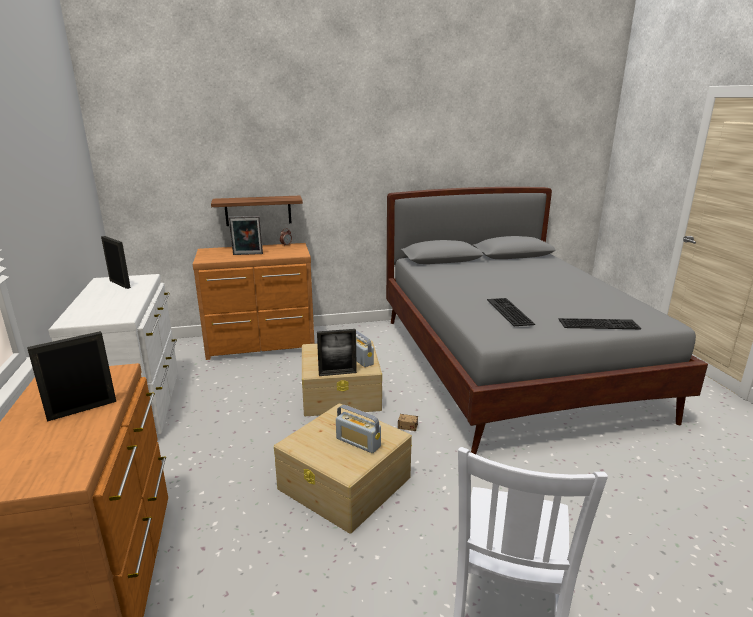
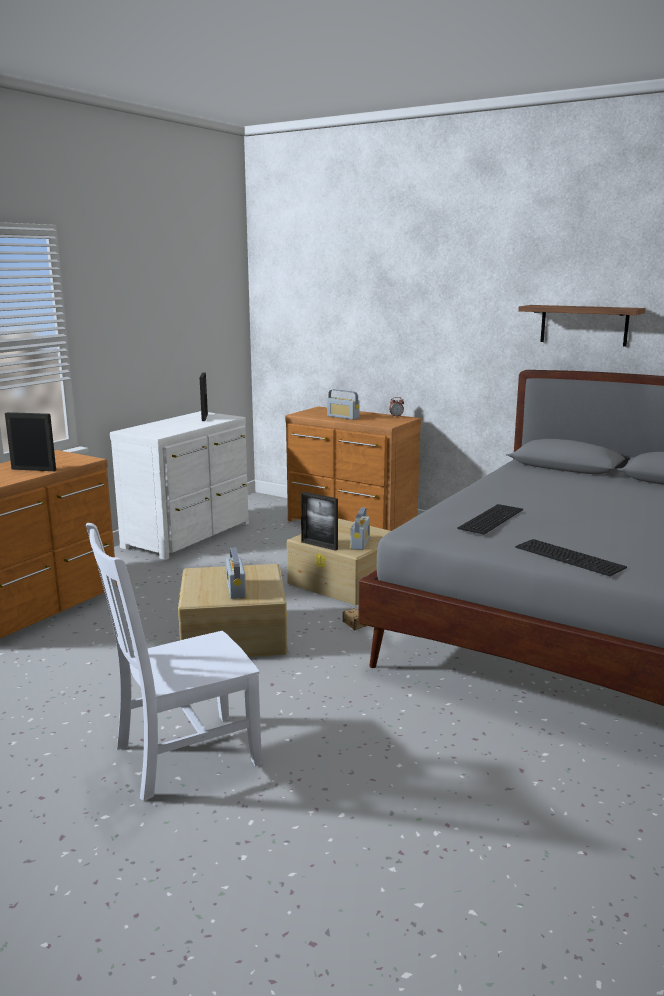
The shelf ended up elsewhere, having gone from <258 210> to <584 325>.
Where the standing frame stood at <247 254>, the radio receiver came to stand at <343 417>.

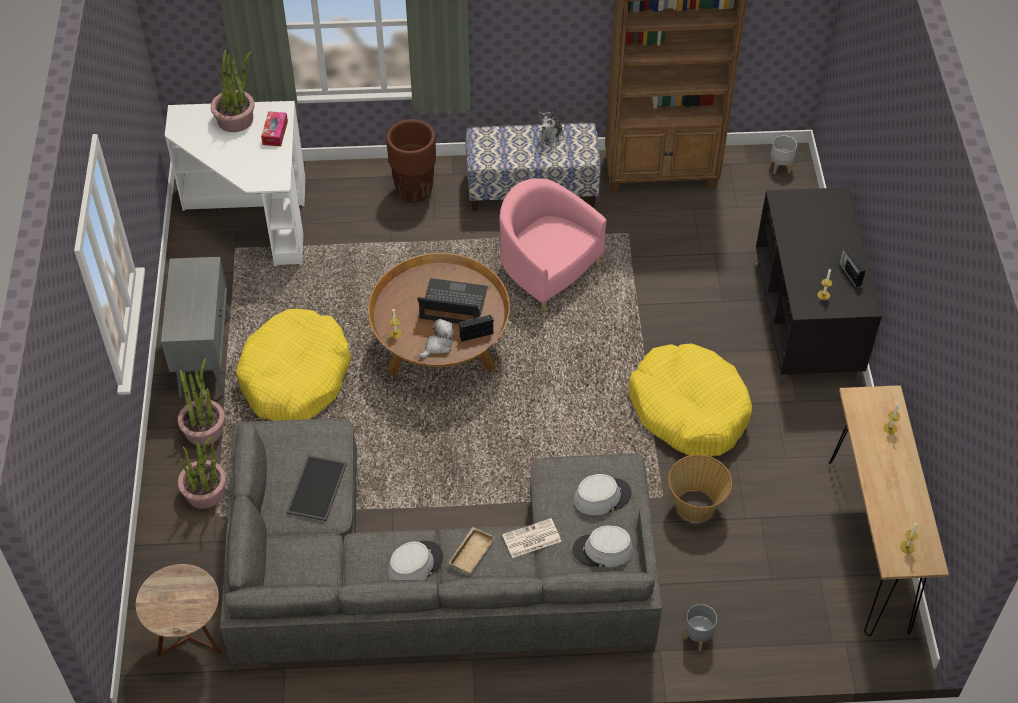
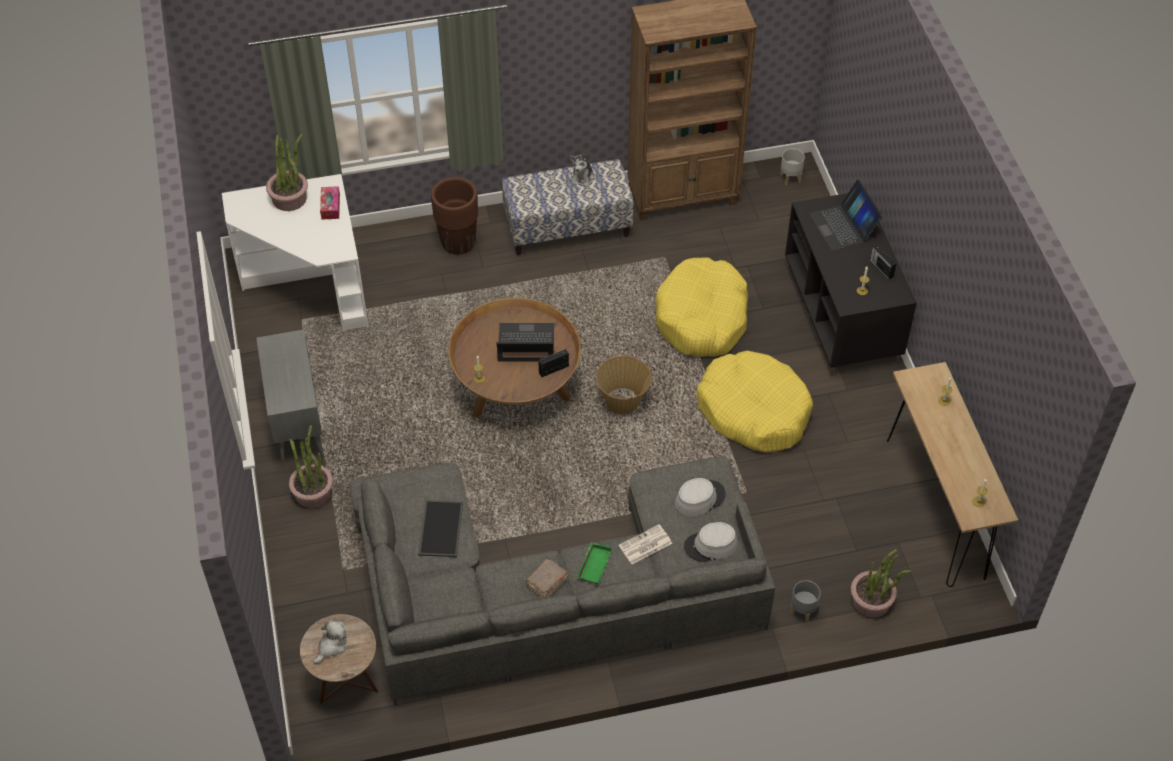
The second view lost the lounge chair/pink at <546 270>.
The second view gained the notebook computer at <843 226>.
The houseplant ended up elsewhere, having gone from <205 492> to <871 601>.
The pet bed/yellowish ended up elsewhere, having gone from <295 377> to <702 318>.
The cuddly toy ended up elsewhere, having gone from <438 345> to <331 646>.
The storage basket ended up elsewhere, having gone from <696 505> to <623 401>.
Where the hat/grey stood at <415 564>, the book/brownish came to stand at <546 583>.
What was the tray/beige at <470 552> turned into the tray/green at <593 565>.

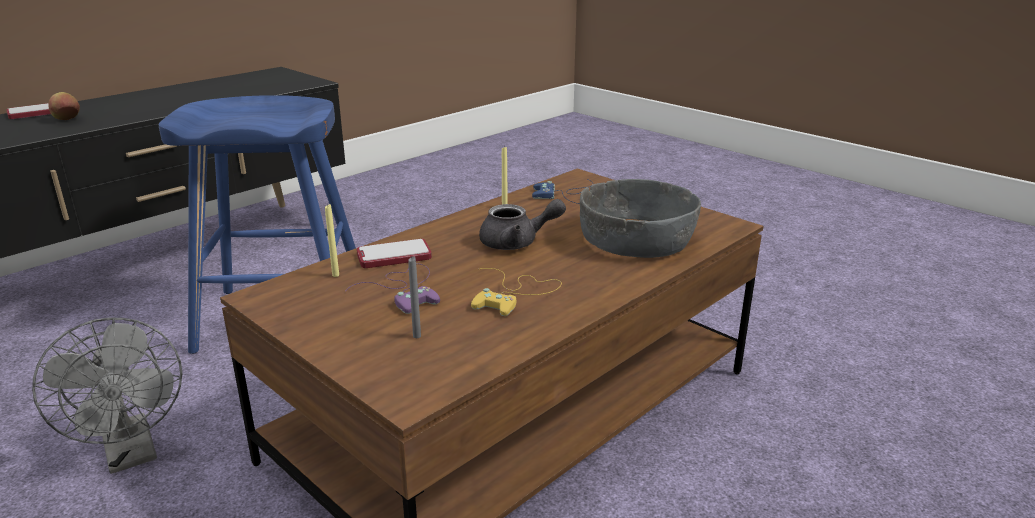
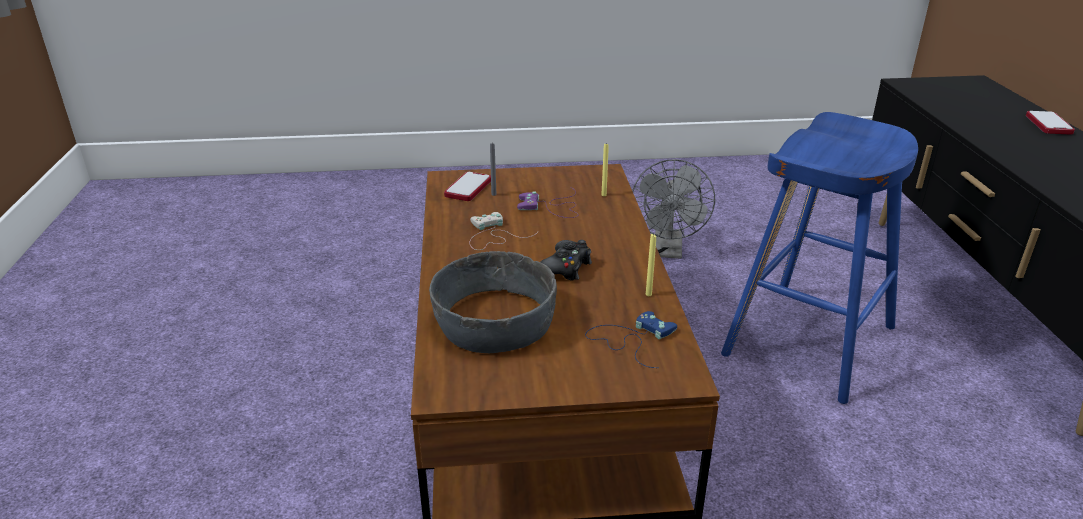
The second view lost the apple fruit at <67 120>.
The handset ended up elsewhere, having gone from <394 256> to <468 188>.
Where the tea pot/grey stood at <517 243>, the joypad/blackish came to stand at <565 268>.
What was the joypad/yellowish at <515 294> turned into the joypad/whitish at <492 235>.
The cooling fan/grey at <132 454> ended up facing another way, 90 degrees counterclockwise from before.

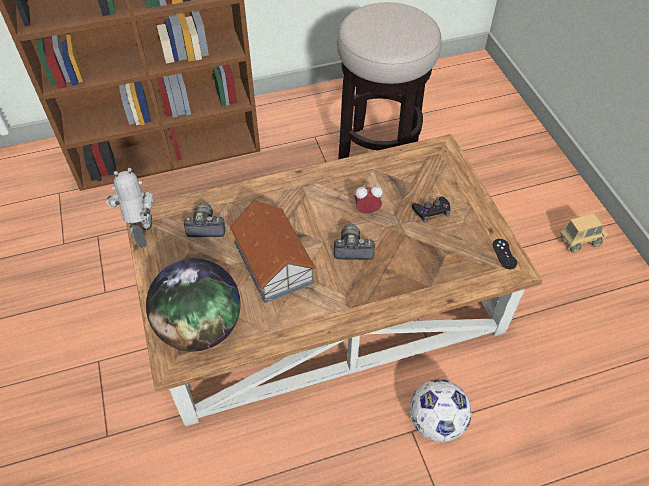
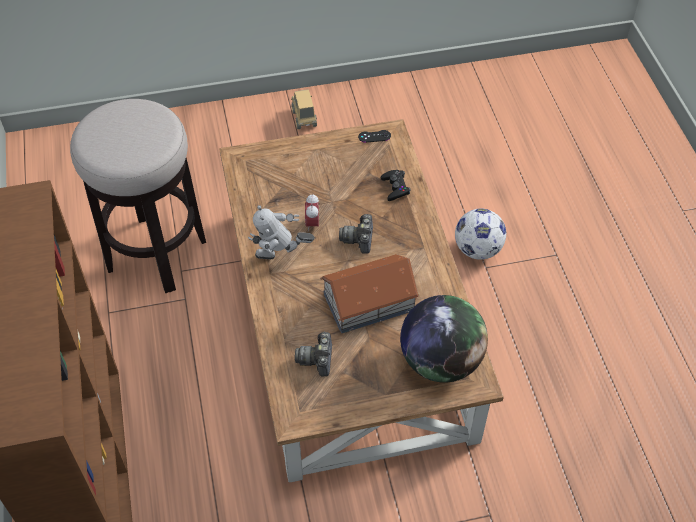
The toy robot ended up elsewhere, having gone from <143 235> to <280 258>.
The joypad/blackish ended up elsewhere, having gone from <431 211> to <395 187>.

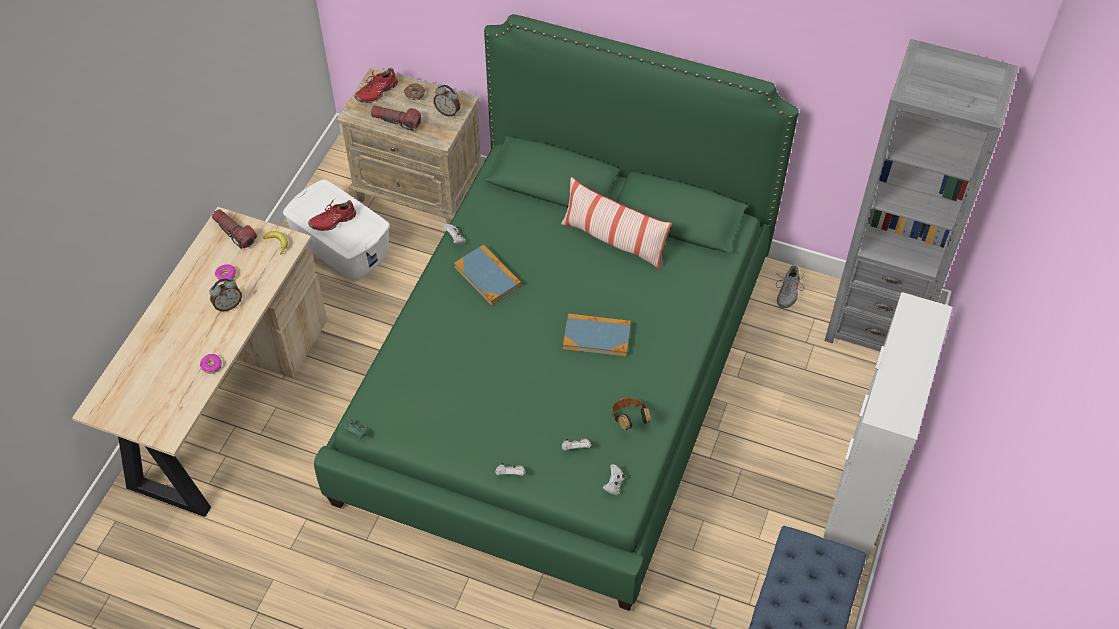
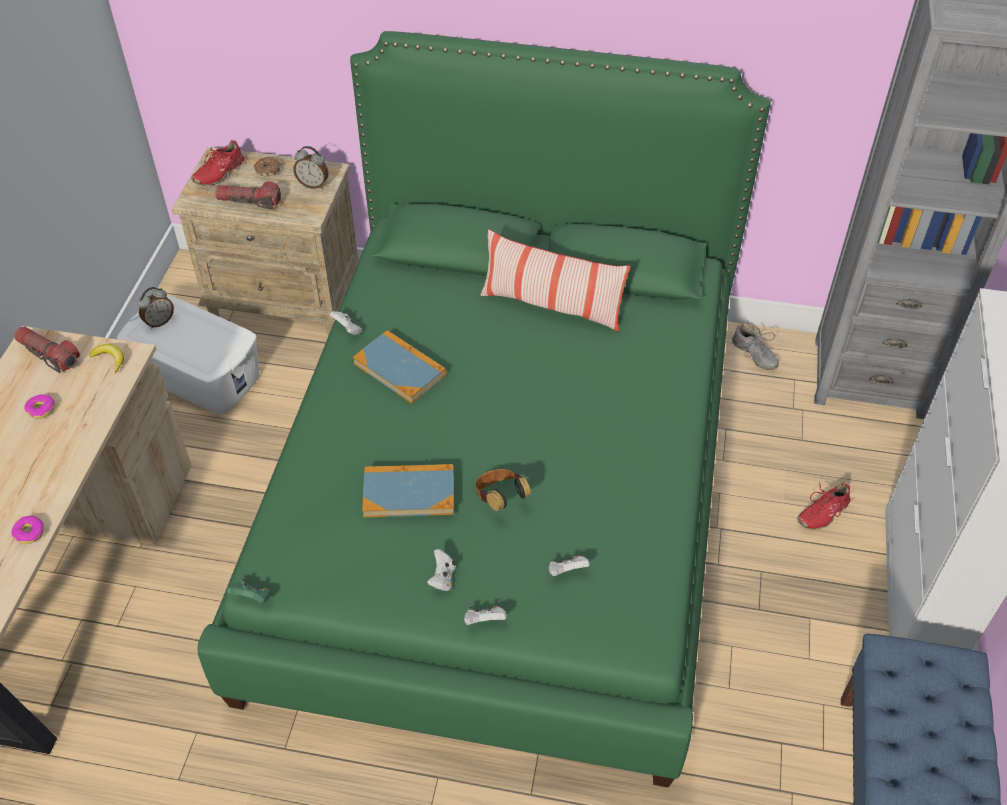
The bedside clock ended up elsewhere, having gone from <228 305> to <159 321>.
The low shoe/red ended up elsewhere, having gone from <333 220> to <822 512>.
The book ended up elsewhere, having gone from <596 336> to <409 493>.
The joypad/whitish ended up elsewhere, having gone from <614 485> to <442 578>.
The pair of headphones ended up elsewhere, having gone from <629 420> to <500 499>.
The low shoe/grey at <787 292> ended up facing another way, 45 degrees counterclockwise from before.

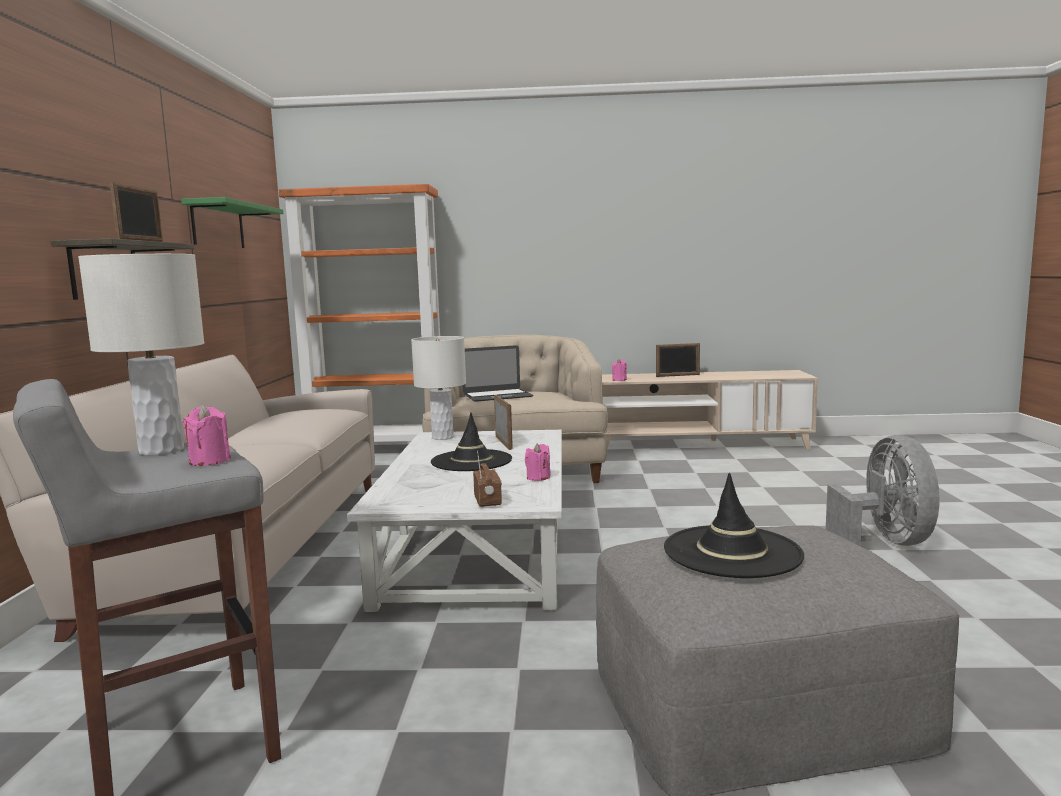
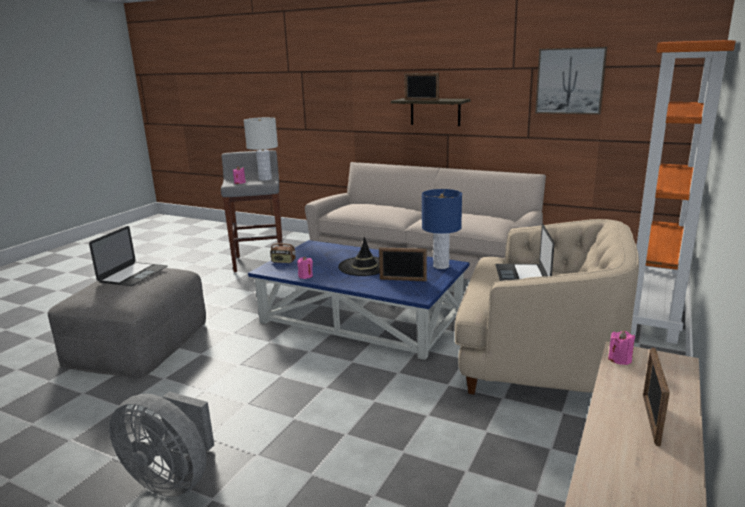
Where the shelf/green hung at <218 225>, the wall picture came to hang at <570 81>.
Where the hat/blackish stood at <732 552>, the notebook computer came to stand at <133 274>.
What was the low table/whitish at <477 546> turned into the low table/blue at <363 318>.
What was the table lamp/whitish at <442 437> turned into the table lamp/blue at <440 266>.

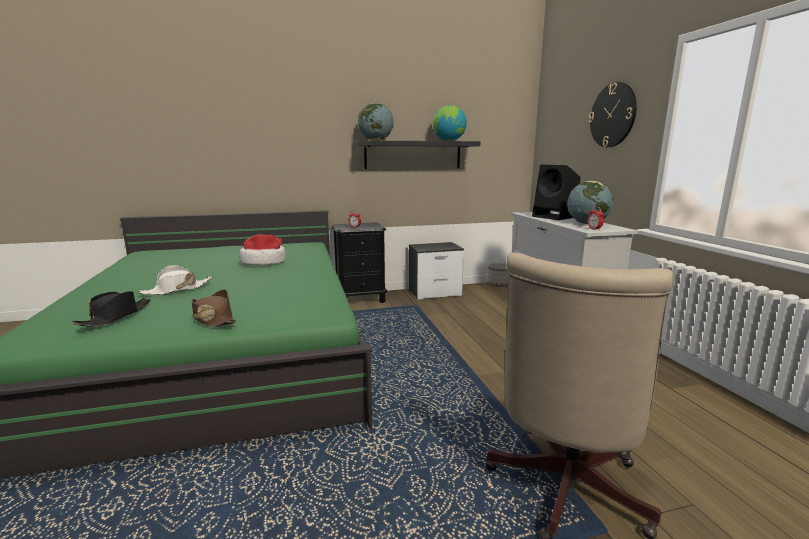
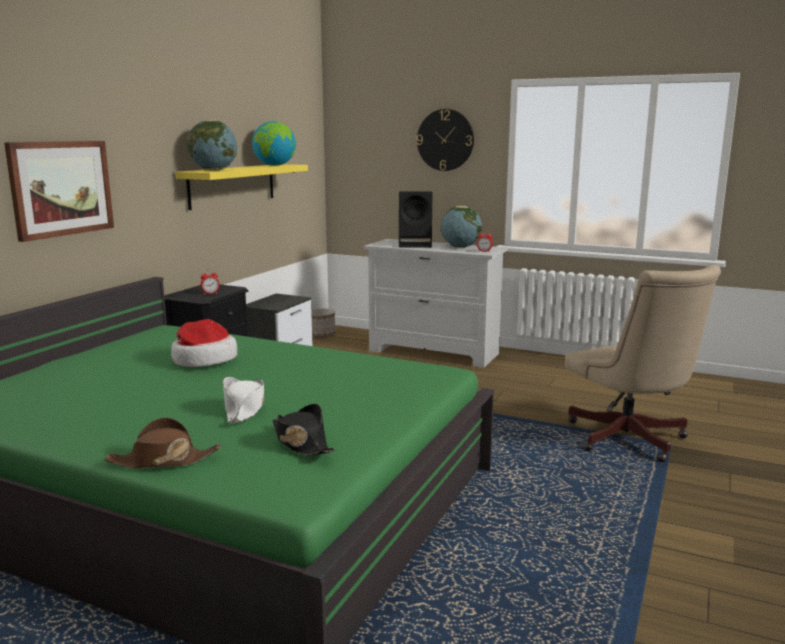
The second view gained the wall picture at <61 188>.
The hat/brownish ended up elsewhere, having gone from <213 319> to <163 460>.
What was the shelf/blackish at <413 155> turned into the shelf/yellowish at <232 185>.

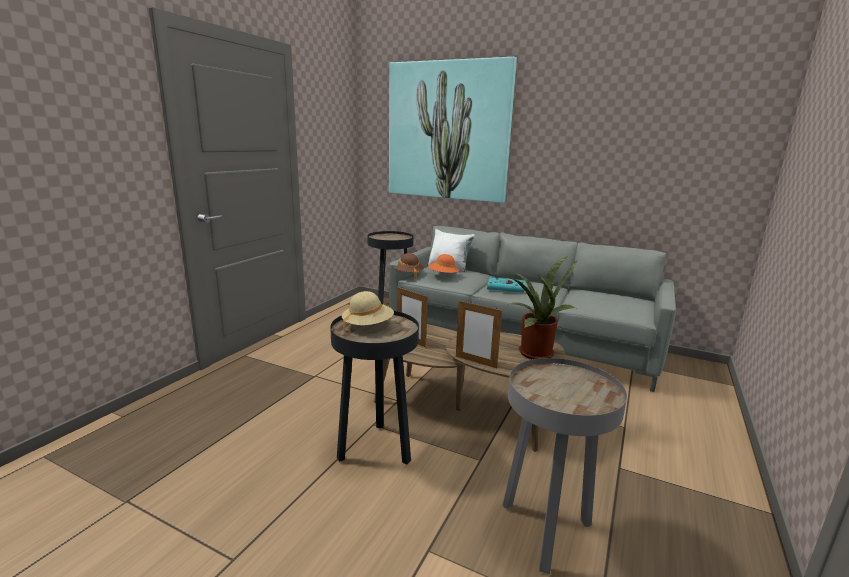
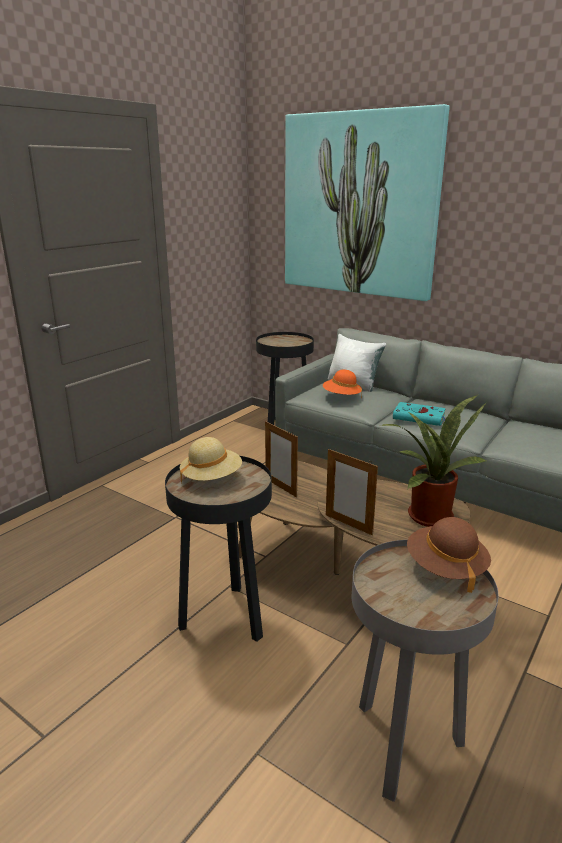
The hat/brownish ended up elsewhere, having gone from <408 274> to <445 568>.

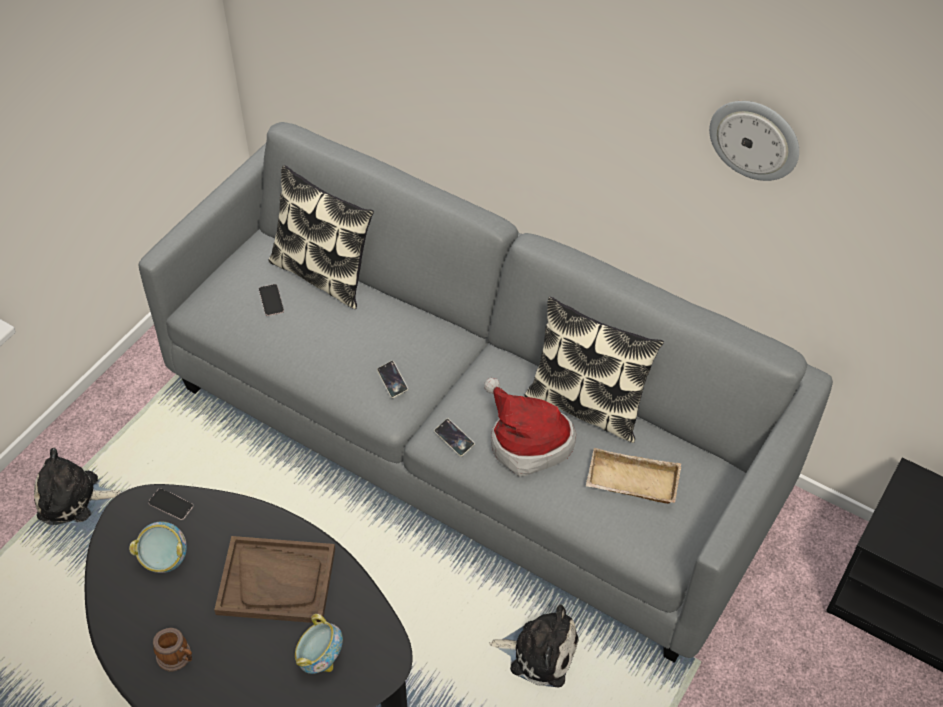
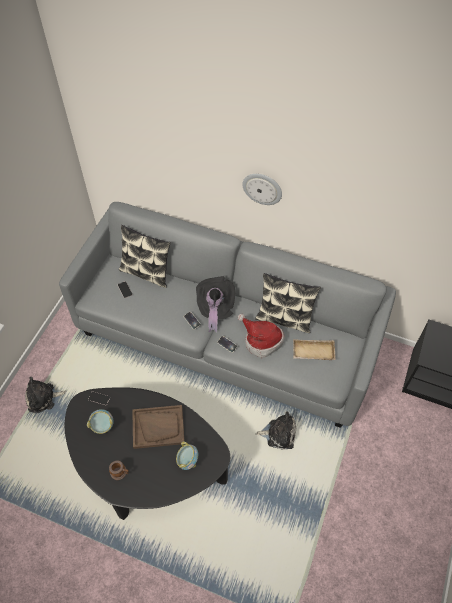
The second view gained the hat/blackish at <215 308>.
The hanging clock ended up elsewhere, having gone from <755 139> to <262 188>.

